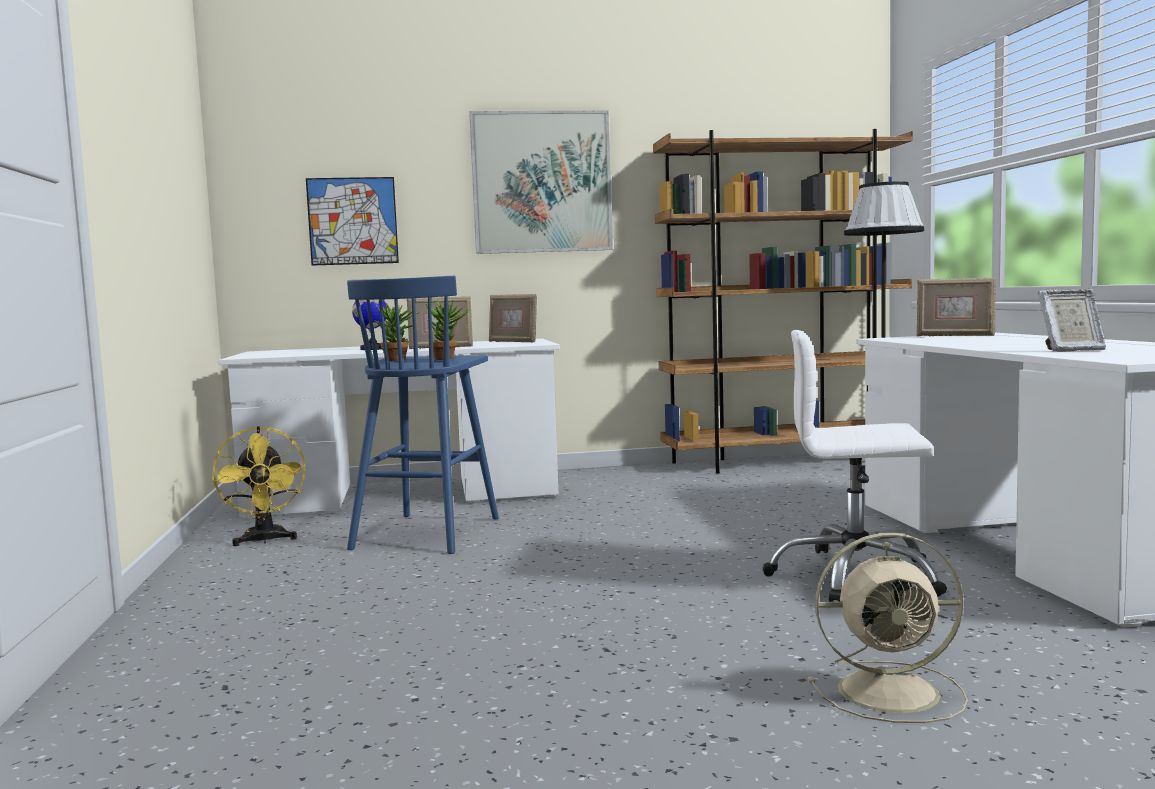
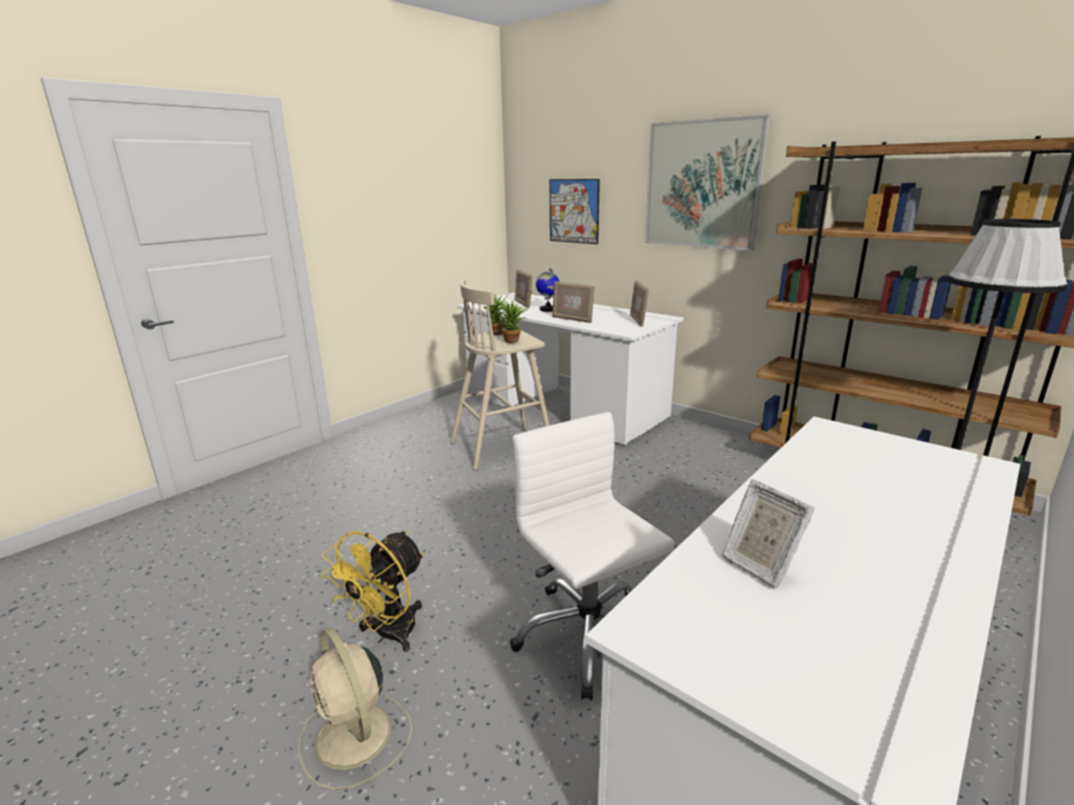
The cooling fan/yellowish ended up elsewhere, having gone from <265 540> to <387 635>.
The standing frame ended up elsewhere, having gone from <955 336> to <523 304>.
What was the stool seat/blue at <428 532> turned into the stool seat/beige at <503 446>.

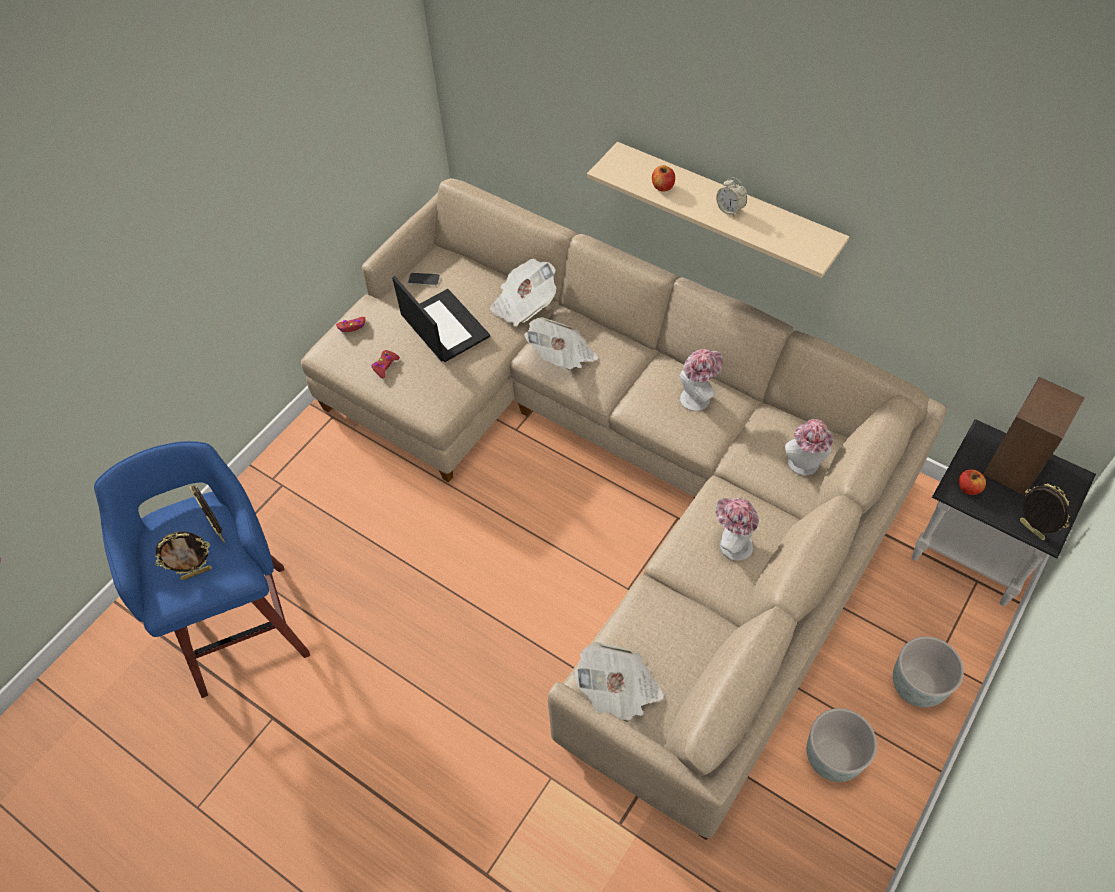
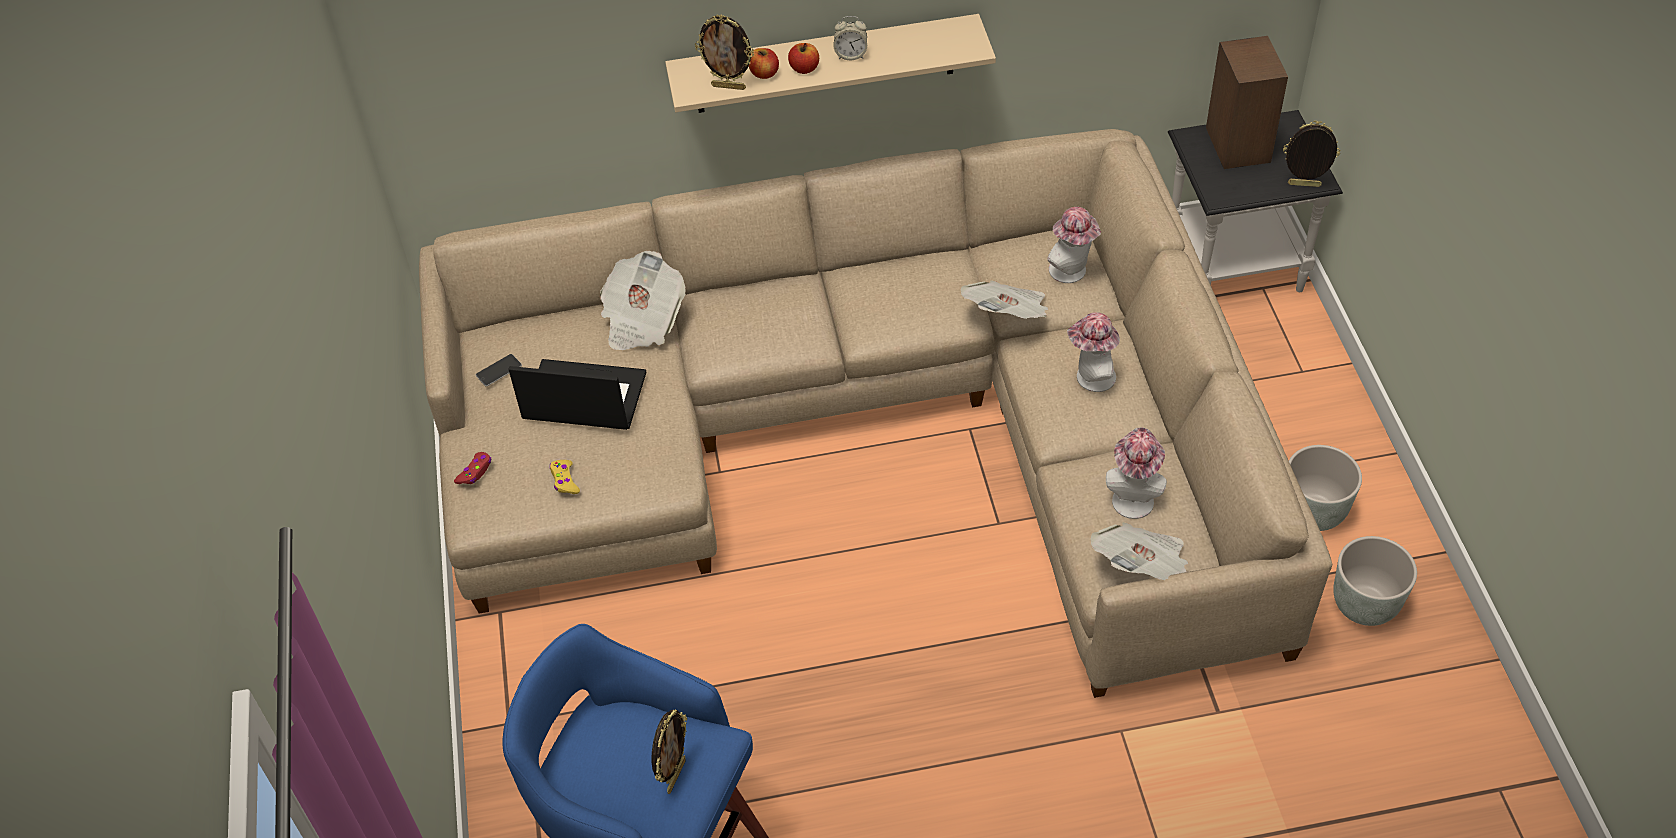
The standing frame ended up elsewhere, having gone from <220 531> to <729 86>.
The printed paper ended up elsewhere, having gone from <562 356> to <1007 315>.
The hat ended up elsewhere, having gone from <698 397> to <1132 497>.
The flower pot/grey ended up elsewhere, having gone from <917 686> to <1365 605>.
The apple fruit ended up elsewhere, having gone from <968 488> to <804 68>.
What was the joypad/red at <385 366> turned into the joypad/yellowish at <565 480>.

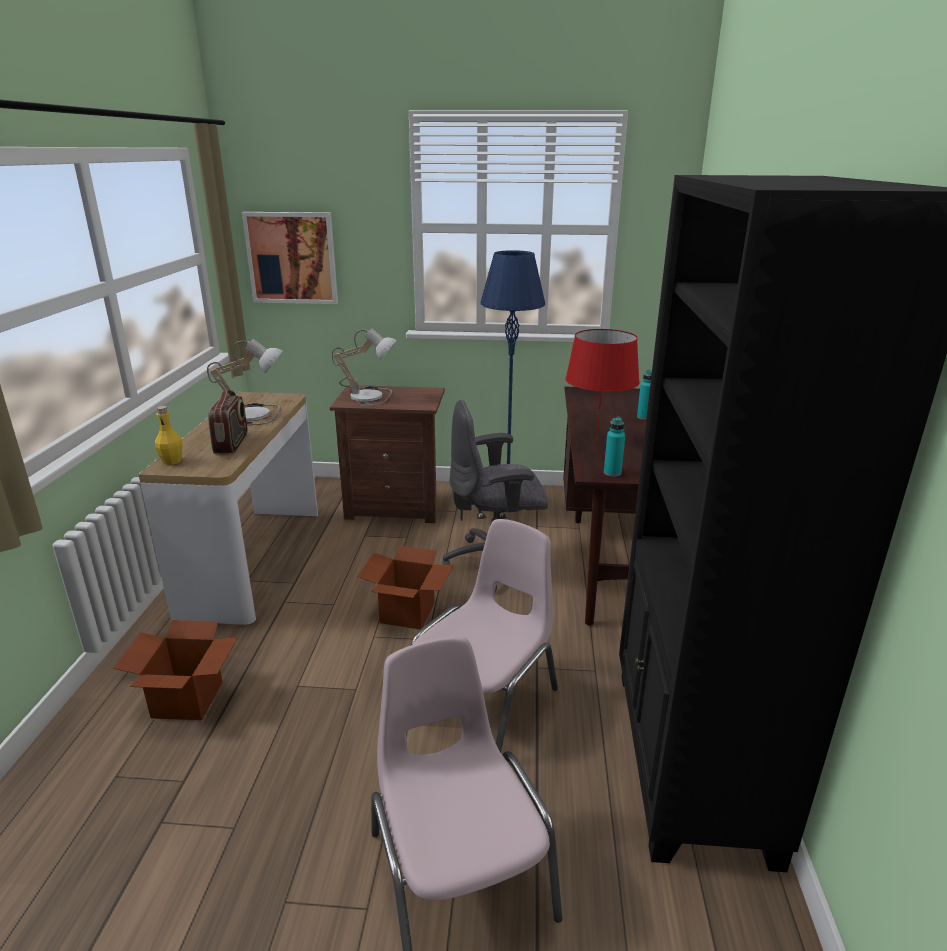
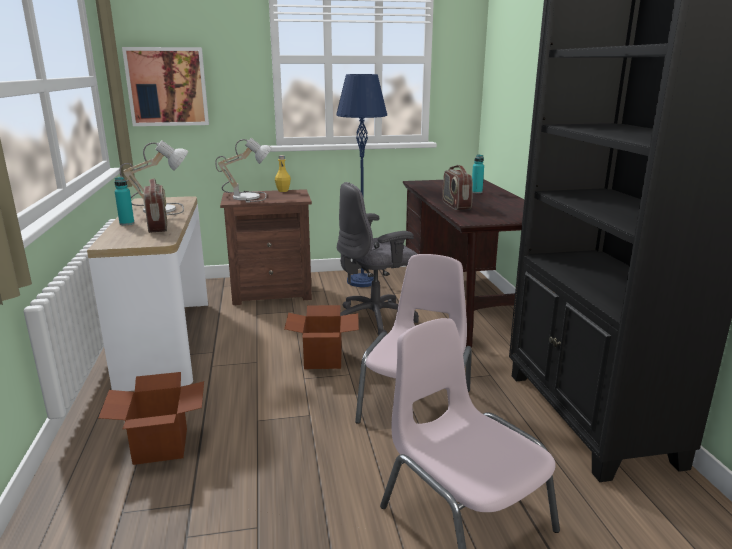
The drink bottle/yellowish ended up elsewhere, having gone from <172 461> to <283 191>.
The drink bottle/turquoise-coloured ended up elsewhere, having gone from <612 473> to <127 223>.
Where the table lamp/red stood at <597 441>, the radio receiver came to stand at <455 205>.

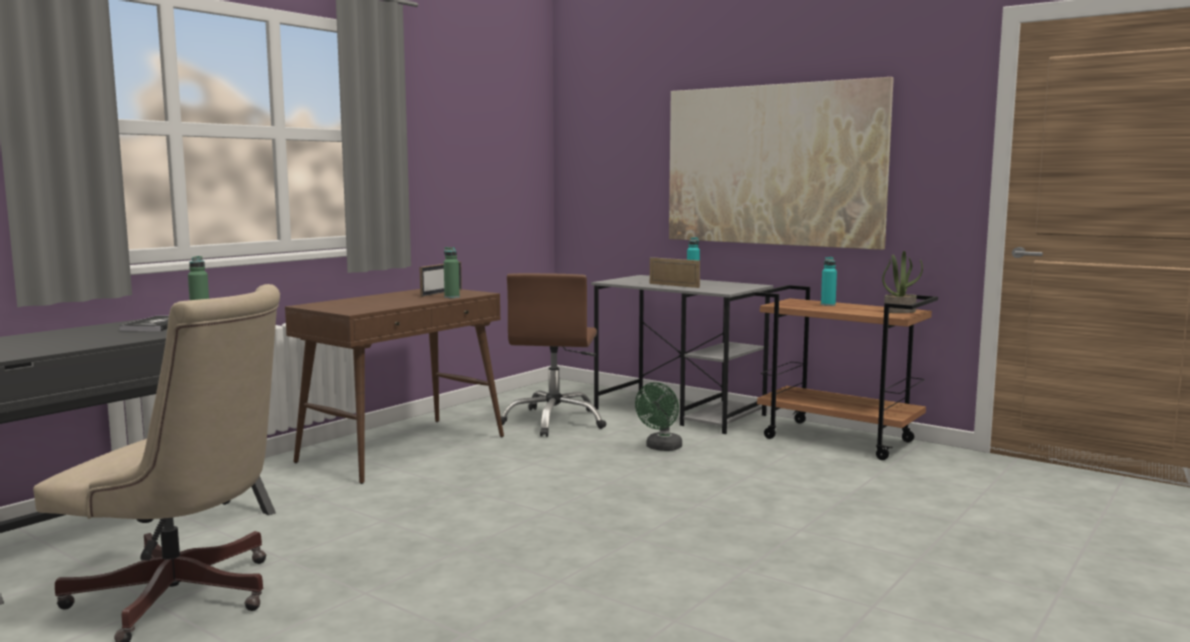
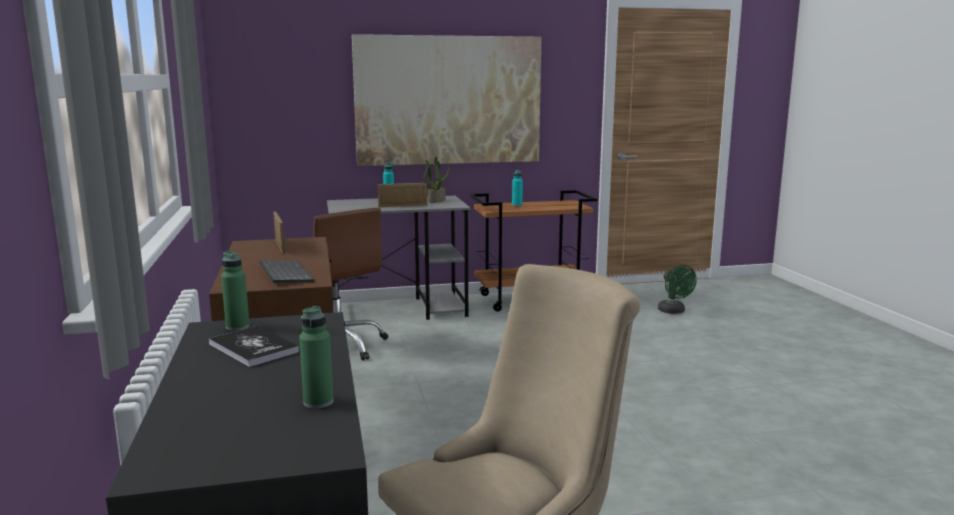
The second view gained the computer keyboard at <284 274>.
The drink bottle/green ended up elsewhere, having gone from <452 297> to <318 402>.
The cooling fan/green ended up elsewhere, having gone from <661 448> to <674 311>.
The houseplant ended up elsewhere, having gone from <899 311> to <436 200>.

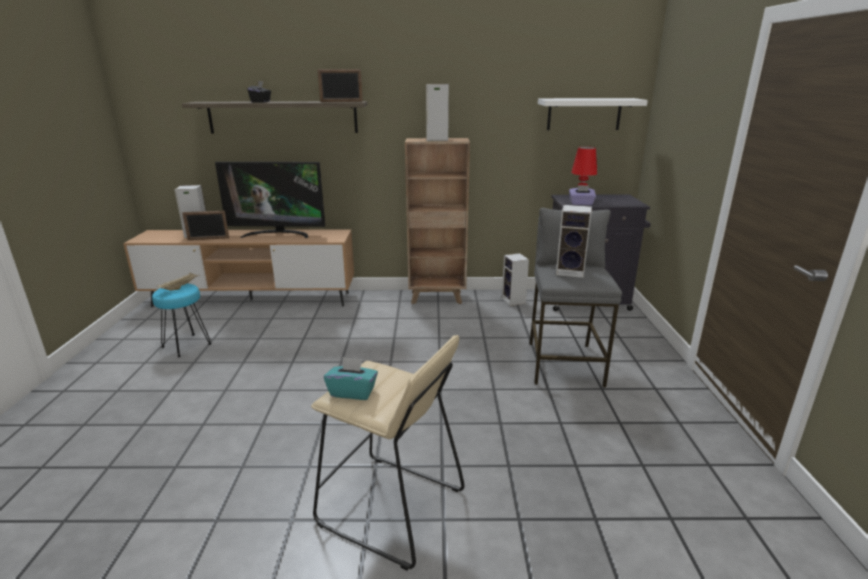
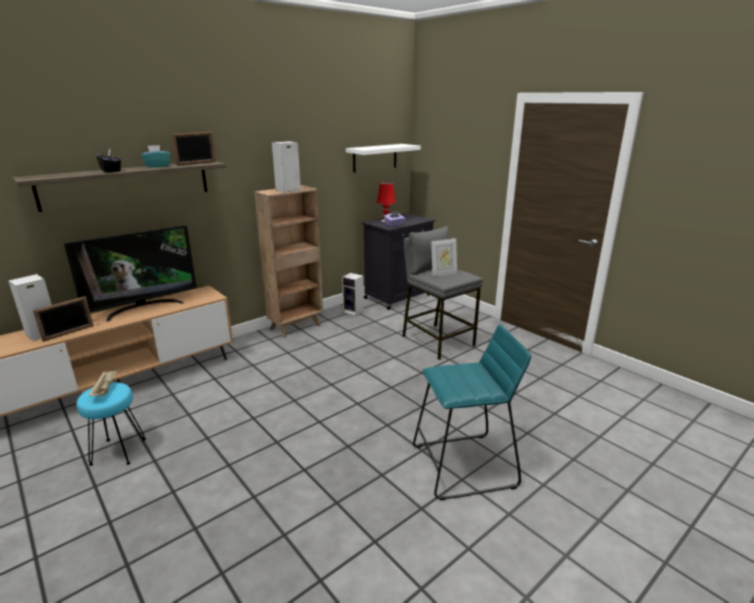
The box of tissues/turquoise-coloured ended up elsewhere, having gone from <352 392> to <157 166>.
Where the audio speaker stood at <571 272>, the standing frame came to stand at <443 273>.
What was the stool seat/beige at <390 508> turned into the stool seat/turquoise-coloured at <464 466>.

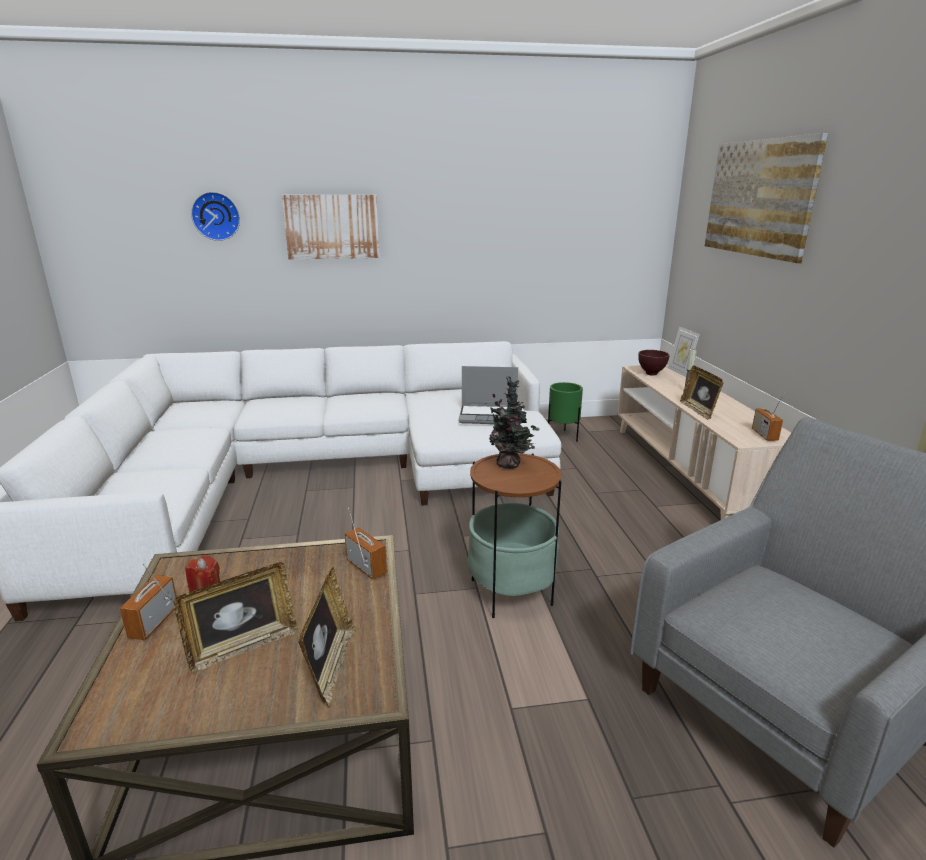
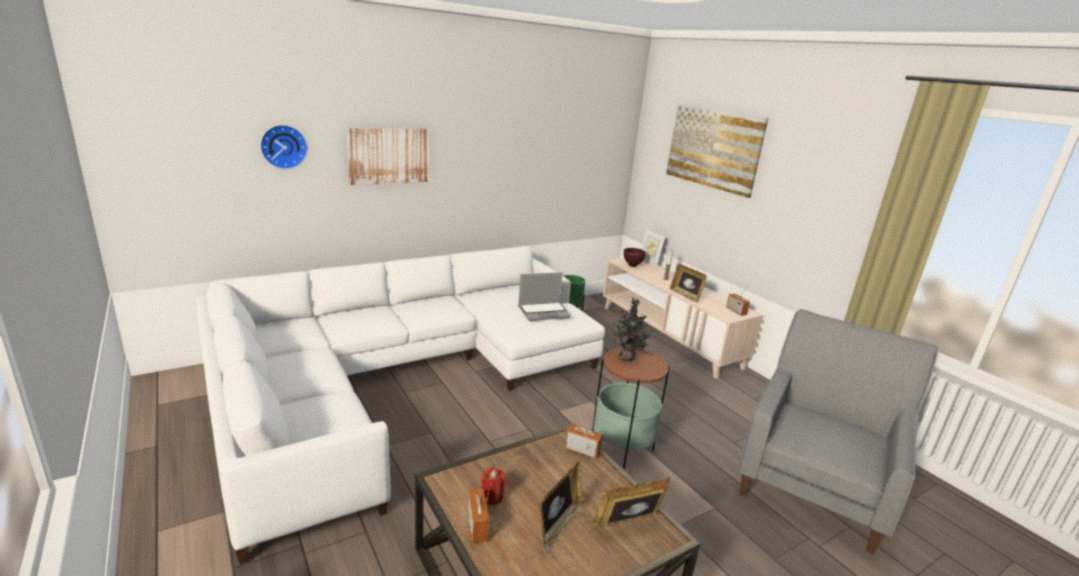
The standing frame at <331 666> ended up facing another way, 90 degrees counterclockwise from before.

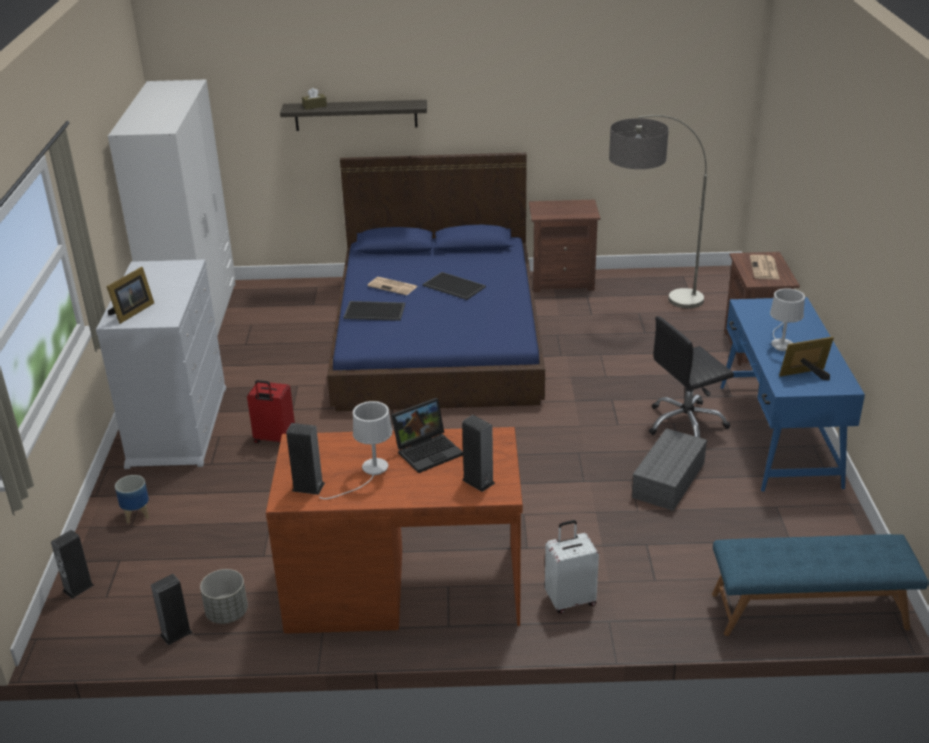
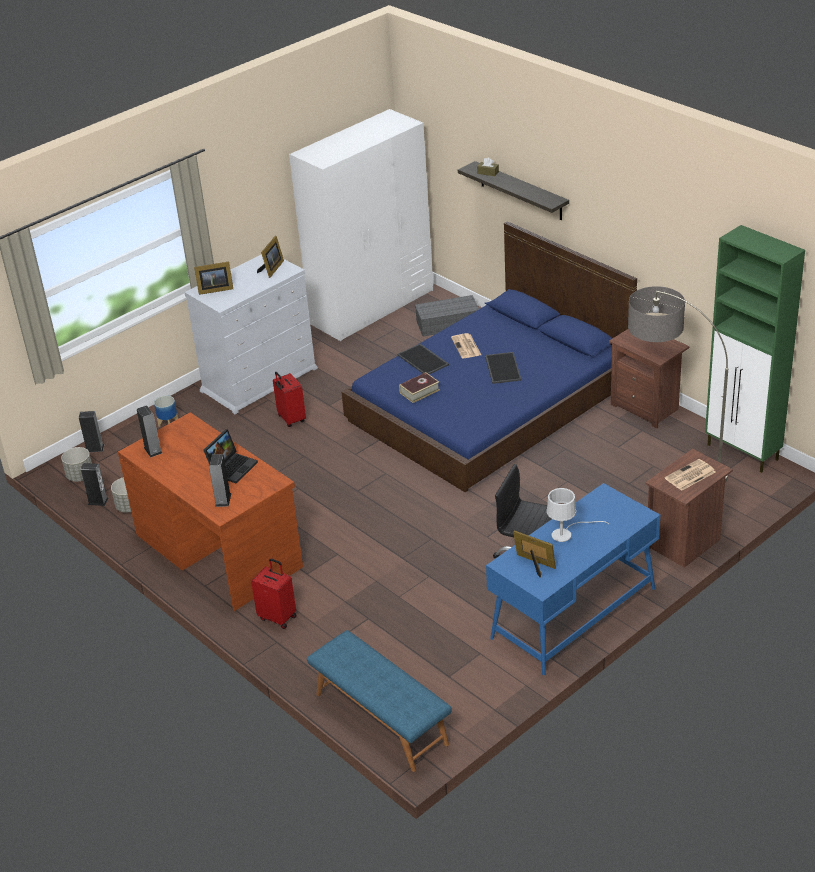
The second view lost the table lamp/whitish at <370 474>.
The second view gained the flower pot/grey at <80 476>.
The second view gained the standing frame at <272 269>.
The second view gained the book at <419 391>.
The second view gained the cabinet/green at <743 453>.
The storage box/grey ended up elsewhere, having gone from <669 481> to <447 324>.
What was the piece of luggage/whitish at <570 600> turned into the piece of luggage/red at <278 617>.
The notebook computer at <428 450> ended up facing another way, 75 degrees counterclockwise from before.

